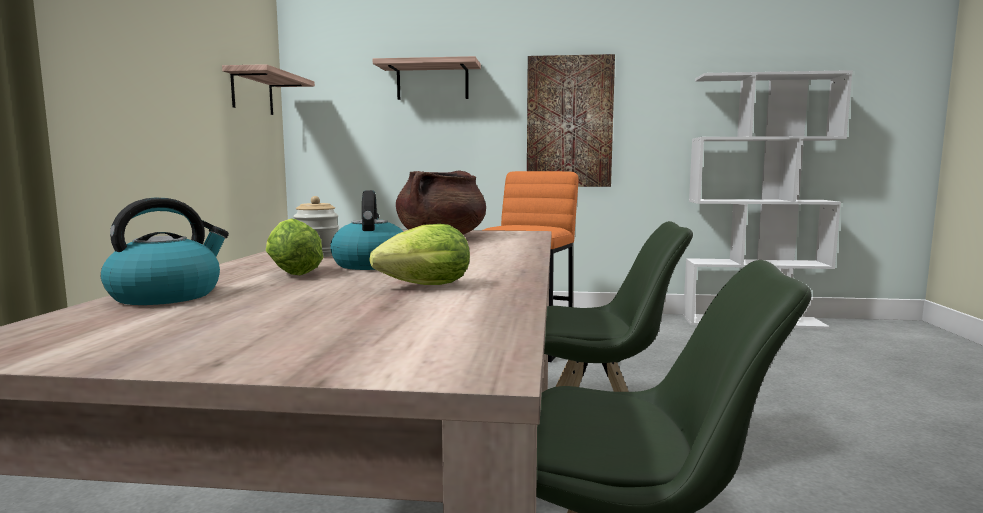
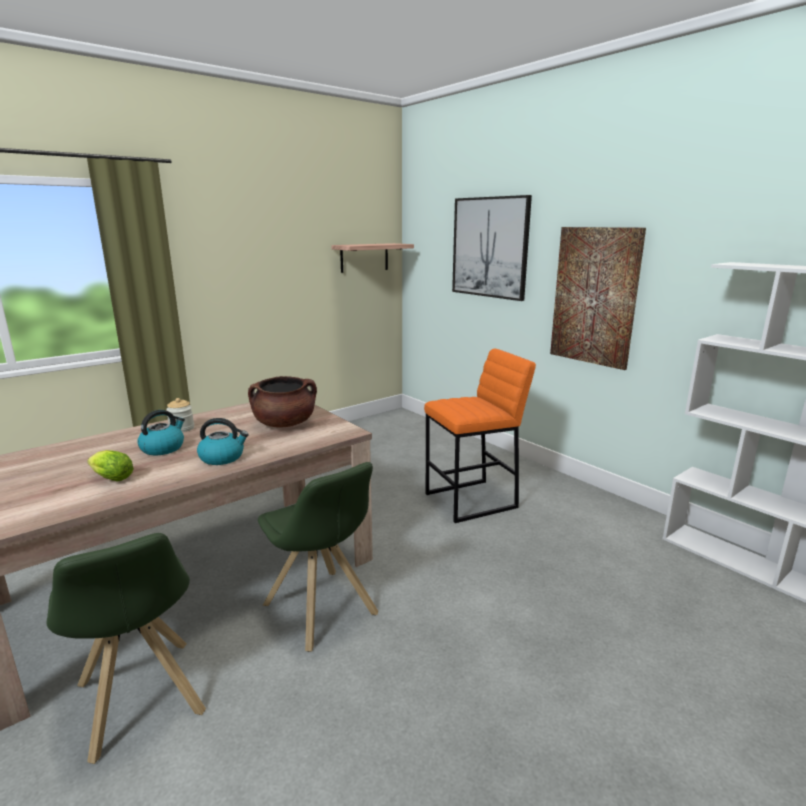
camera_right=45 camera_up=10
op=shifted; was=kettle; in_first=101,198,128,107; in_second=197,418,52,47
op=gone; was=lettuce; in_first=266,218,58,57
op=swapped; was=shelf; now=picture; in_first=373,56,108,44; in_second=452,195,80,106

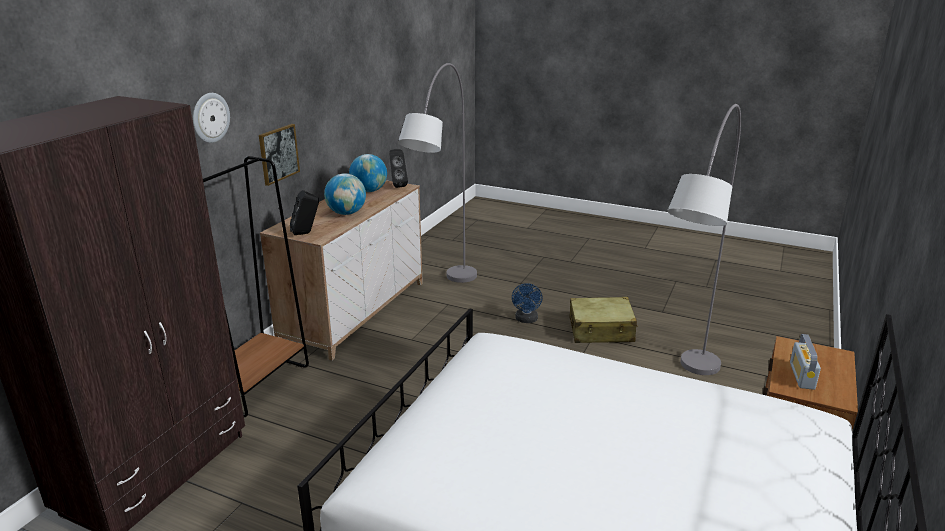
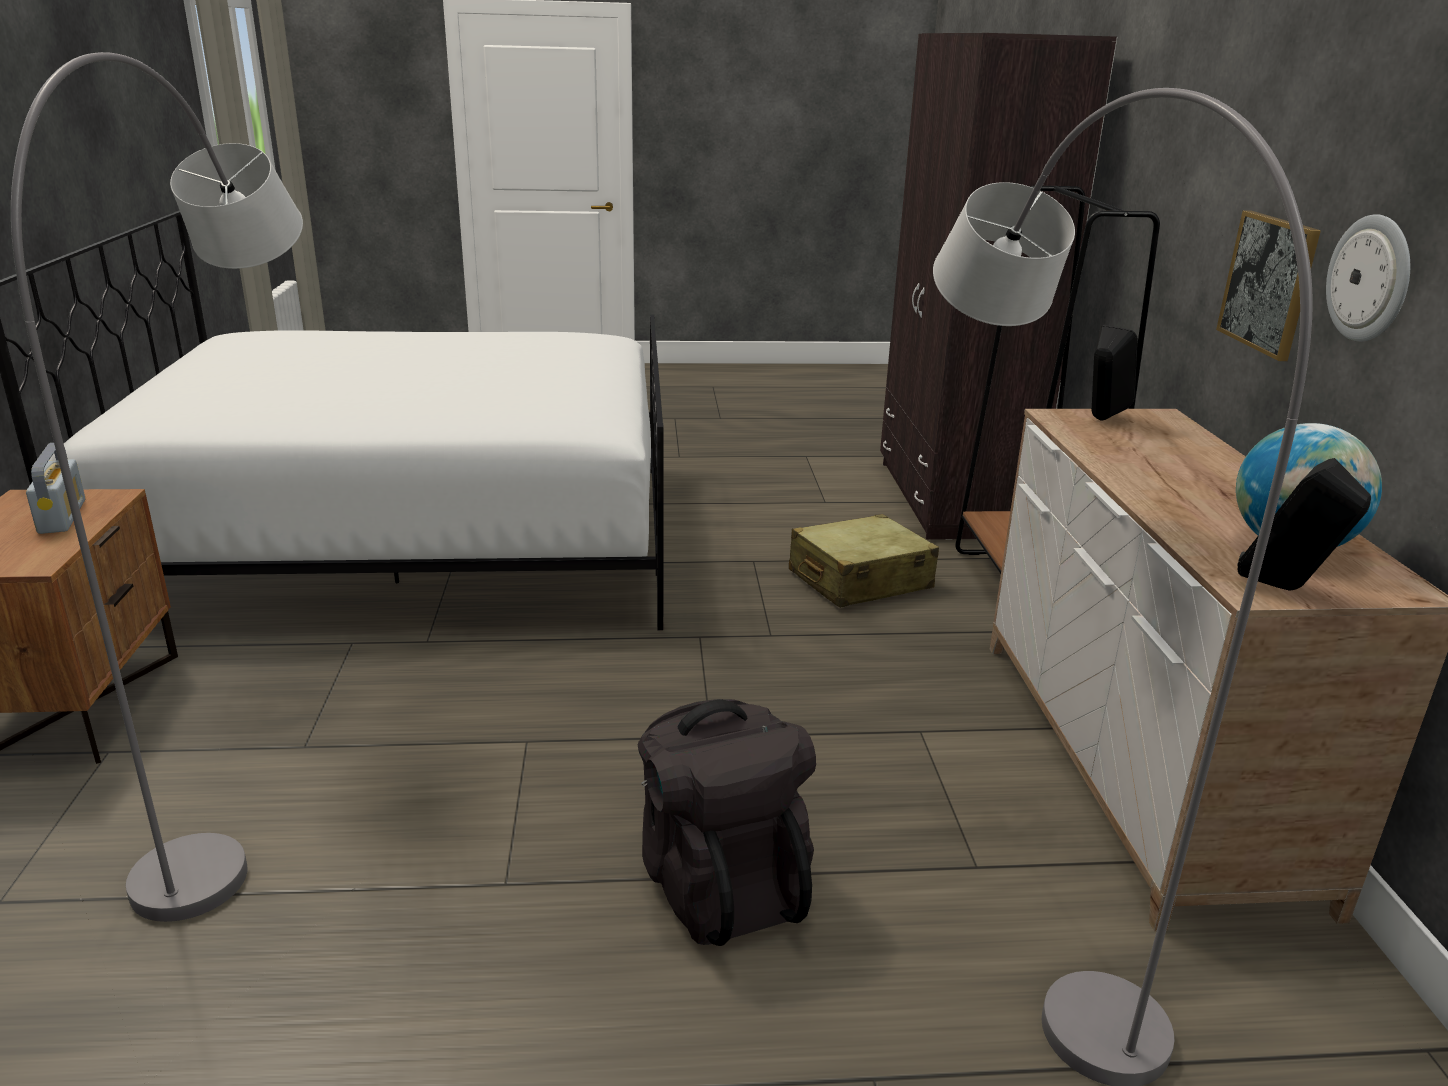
camera_right=150 camera_up=0
op=shifted; was=wall clock; in_first=193,93,37,50; in_second=1326,214,84,128
op=gone; was=globe; in_first=324,173,42,42
op=swapped; was=fan in blue; now=backpack in black; in_first=512,283,31,40; in_second=638,699,178,247
op=shifted; was=suitcase in beige; in_first=569,297,69,46; in_second=789,514,150,94

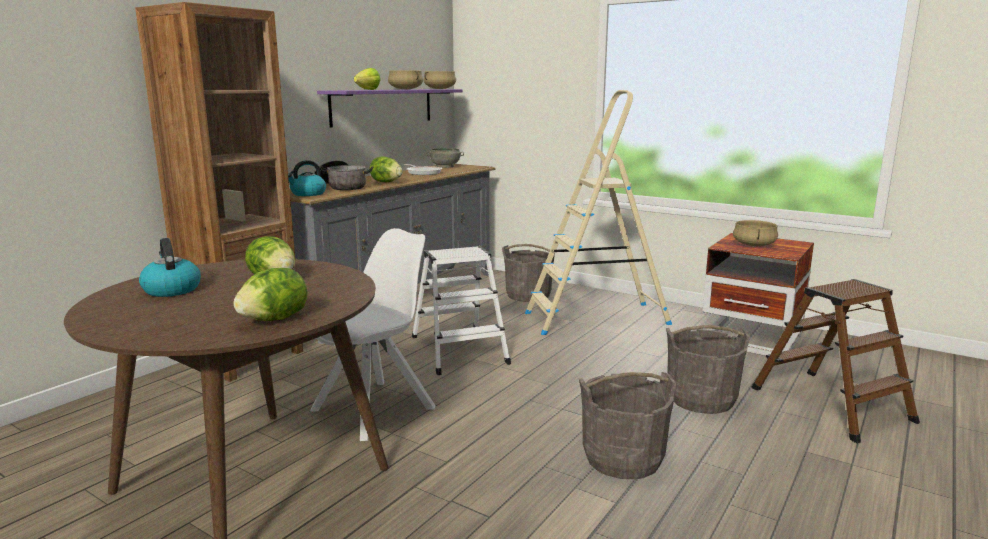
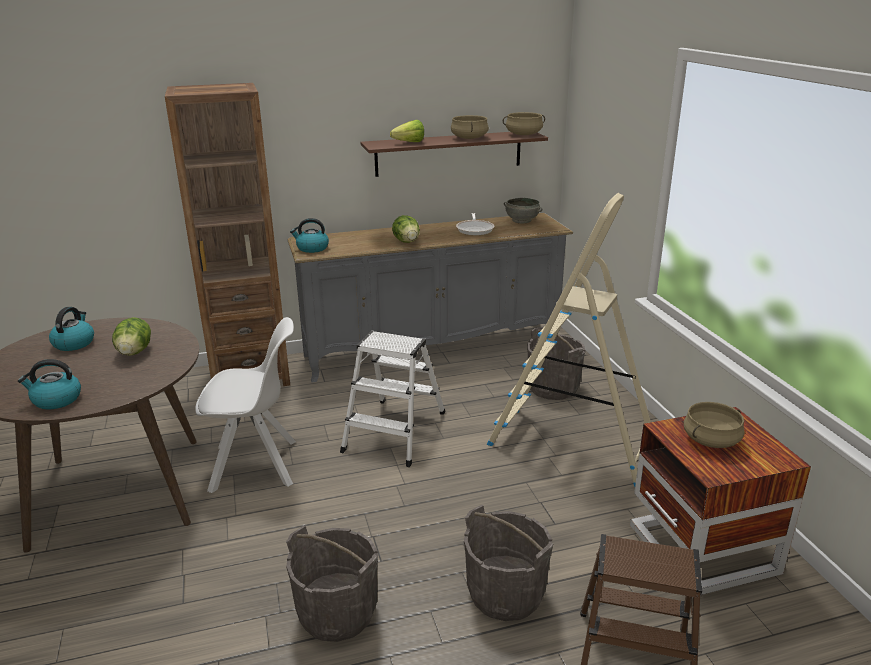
camera_right=40 camera_up=10
op=swapped; was=lettuce; now=kettle; in_first=234,268,74,53; in_second=18,359,63,51
op=gone; was=cooking pot; in_first=314,160,59,30
op=repainted; was=shelf in purple; now=shelf in brown; in_first=317,89,146,39; in_second=361,132,187,45

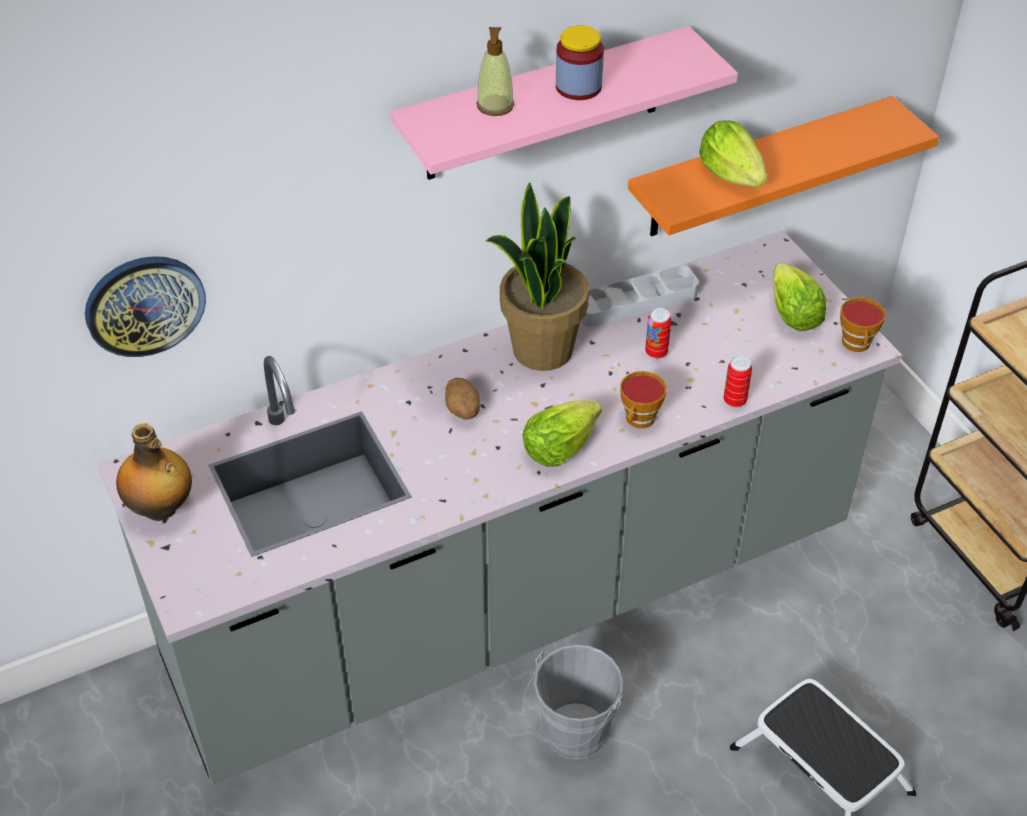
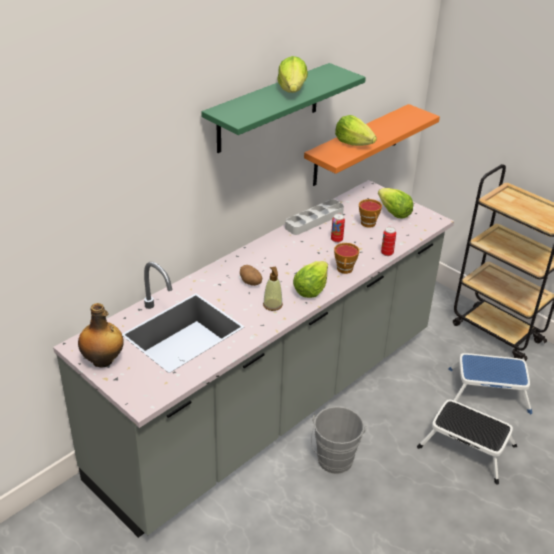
camera_right=-20 camera_up=-10
op=gone; was=wall clock; in_first=85,256,121,101
op=repainted; was=shelf in pink; now=shelf in green; in_first=390,26,348,154; in_second=201,63,165,90
op=shifted; was=soap dispenser; in_first=476,27,38,89; in_second=263,267,20,44
op=gone; was=potted plant; in_first=486,183,103,188
op=swapped; was=jar; now=lettuce; in_first=556,26,48,74; in_second=277,56,31,37
op=shifted; was=cup; in_first=840,297,46,55; in_second=359,199,23,29
op=new; now=step ladder in blue; in_second=448,353,84,61

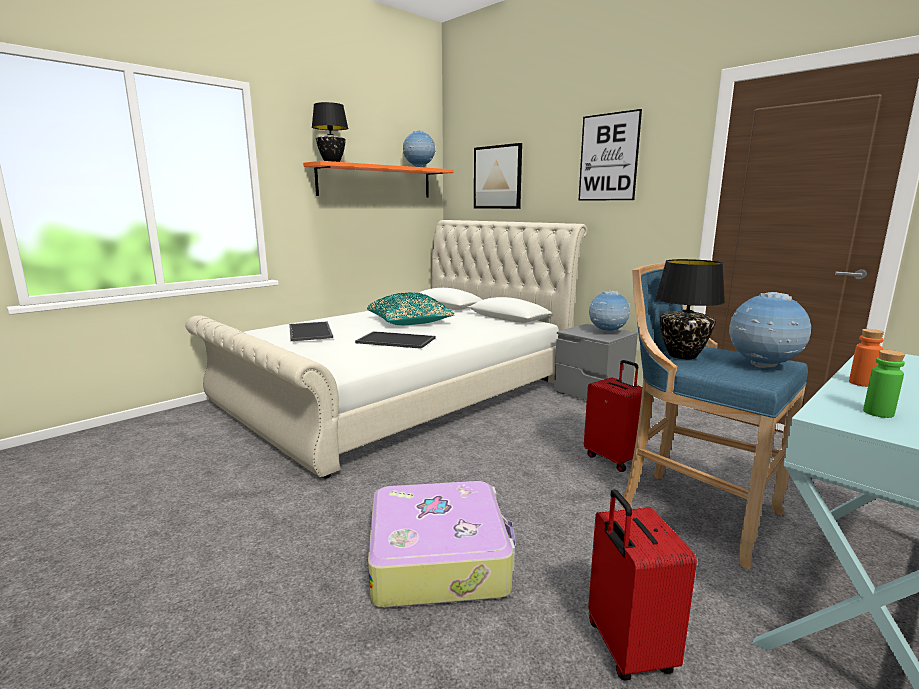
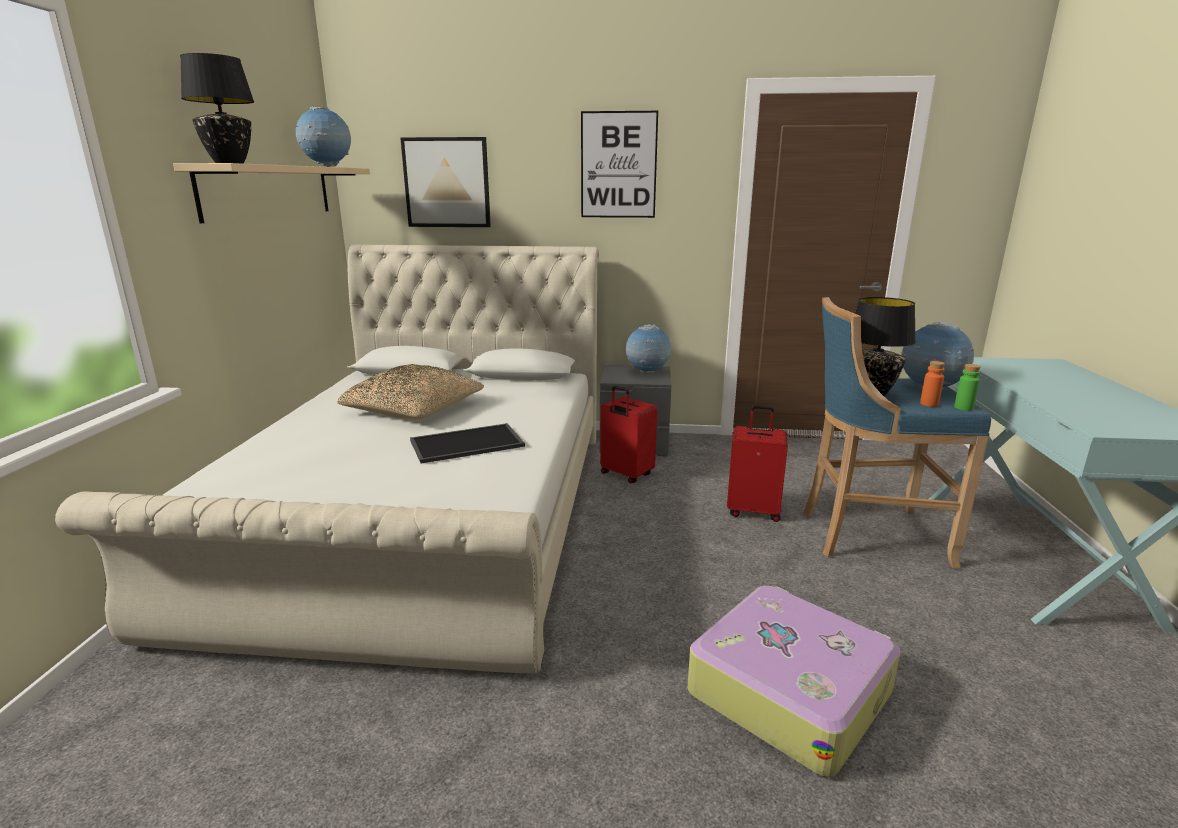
camera_right=-40 camera_up=5
op=gone; was=tray; in_first=289,322,44,19
op=repainted; was=shelf in orange; now=shelf in beige; in_first=303,161,151,36; in_second=173,163,197,60
op=repainted; was=pillow in turquoise; now=pillow in beige; in_first=367,293,87,32; in_second=337,364,147,55
op=shifted; was=suitcase in red; in_first=588,489,109,191; in_second=600,386,57,98
op=shifted; was=bottle in orange; in_first=849,329,35,58; in_second=920,361,25,46
op=shifted; was=bottle in green; in_first=863,350,42,68; in_second=954,364,27,47

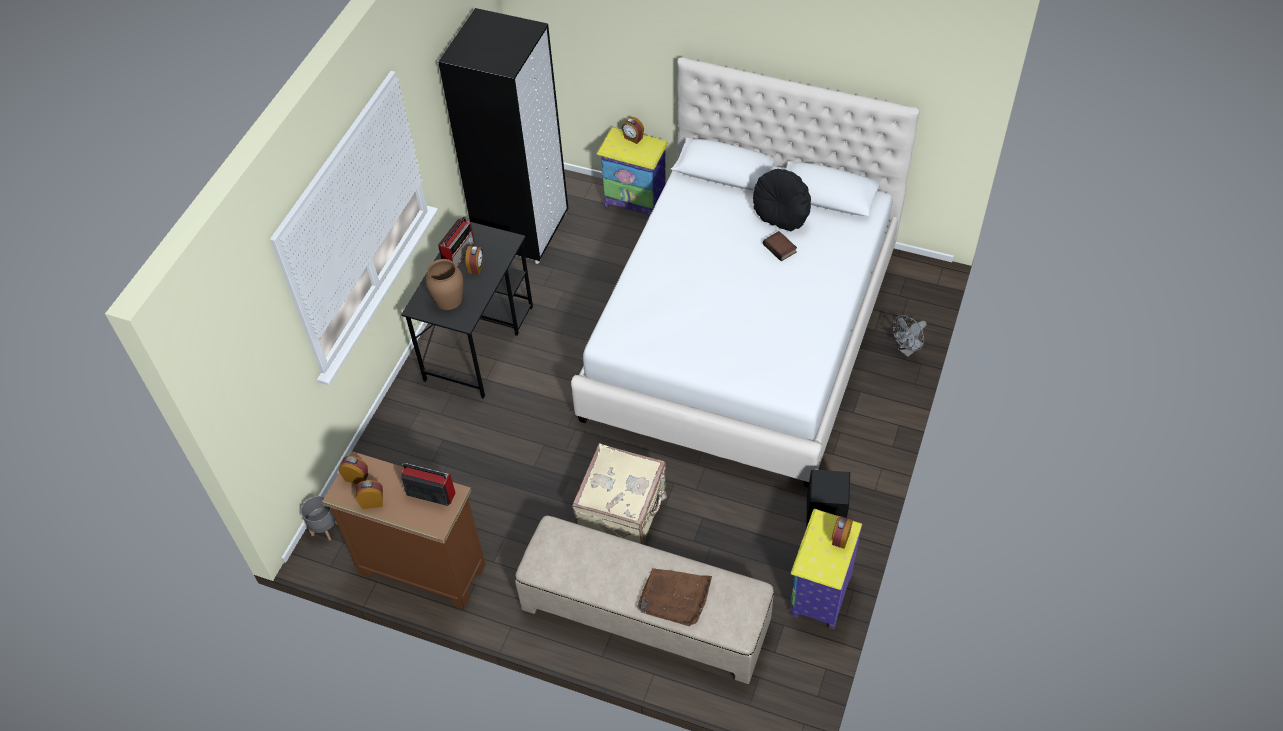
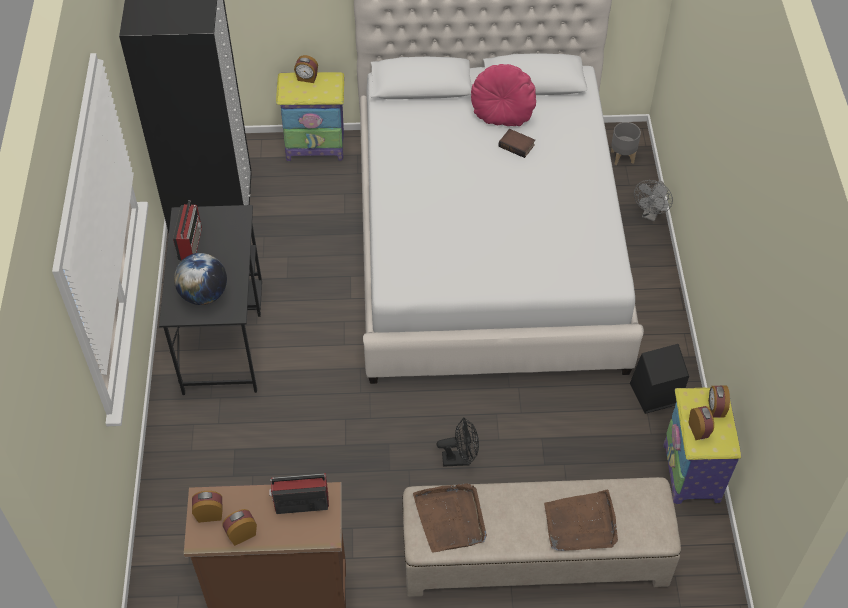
camera_right=-25 camera_up=0
op=shifted; was=planter in grey; in_first=301,496,37,45; in_second=611,122,30,43
op=swapped; was=vase in brown; now=globe; in_first=425,259,38,51; in_second=174,253,53,52
op=shifted; was=alarm clock; in_first=465,246,18,28; in_second=688,406,26,34
op=swapped; was=suitcase in beige; now=fan in black; in_first=572,444,95,101; in_second=437,418,42,49
op=repainted; was=pillow in black; now=pillow in pink; in_first=753,169,58,62; in_second=471,64,65,62
op=new; now=tray in brown; in_second=413,483,74,70

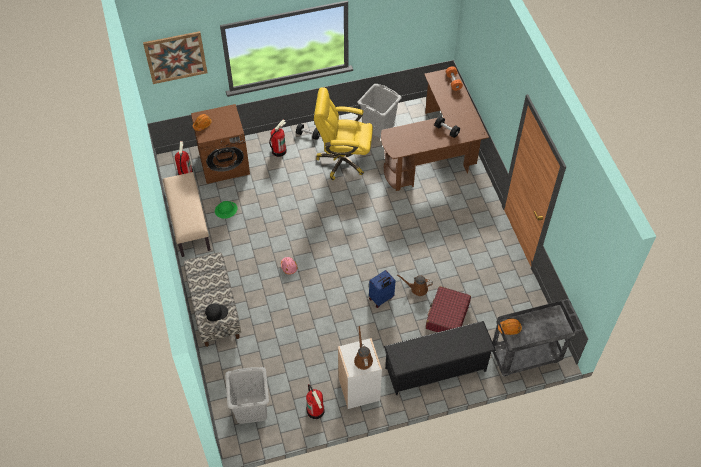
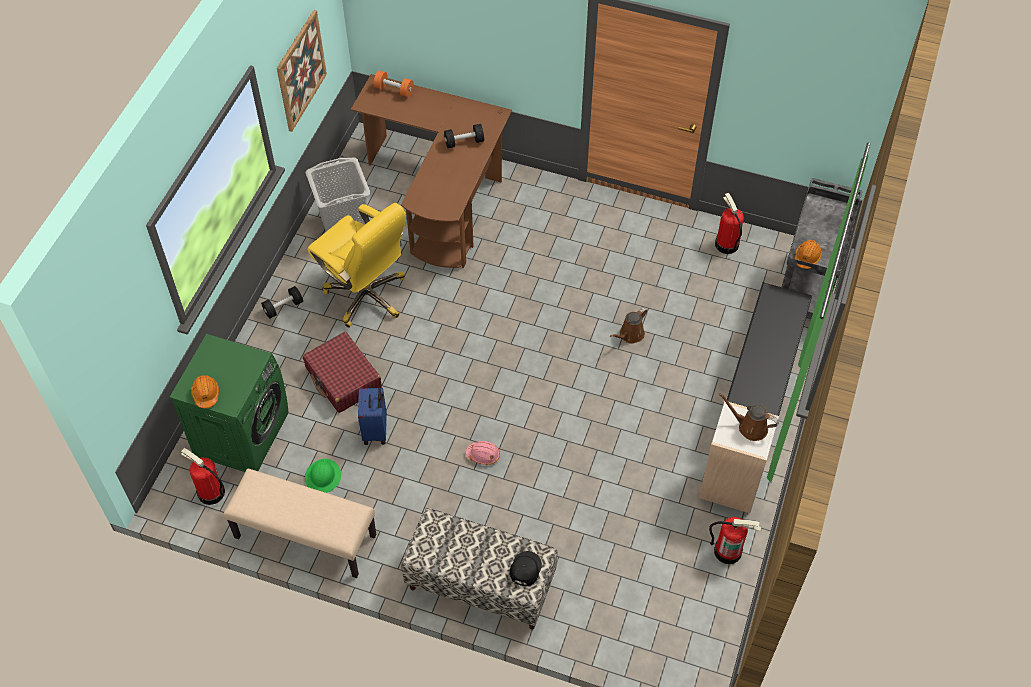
camera_right=-55 camera_up=0
op=shifted; was=picture; in_first=143,31,64,53; in_second=277,10,50,122
op=repainted; was=washing machine in brown; now=washing machine in green; in_first=191,104,59,80; in_second=170,334,119,138
op=gone; was=laundry basket in grey; in_first=225,367,44,57
op=shifted; was=fire extinguisher; in_first=269,119,18,38; in_second=715,193,29,61
op=rotated; was=office chair in yellow; in_first=314,87,59,93; in_second=307,203,99,125; clockwise=-90
op=shifted; was=suitcase in blue; in_first=369,270,27,38; in_second=358,387,29,58
op=shifted; was=suitcase in red; in_first=426,286,45,46; in_second=303,332,79,81

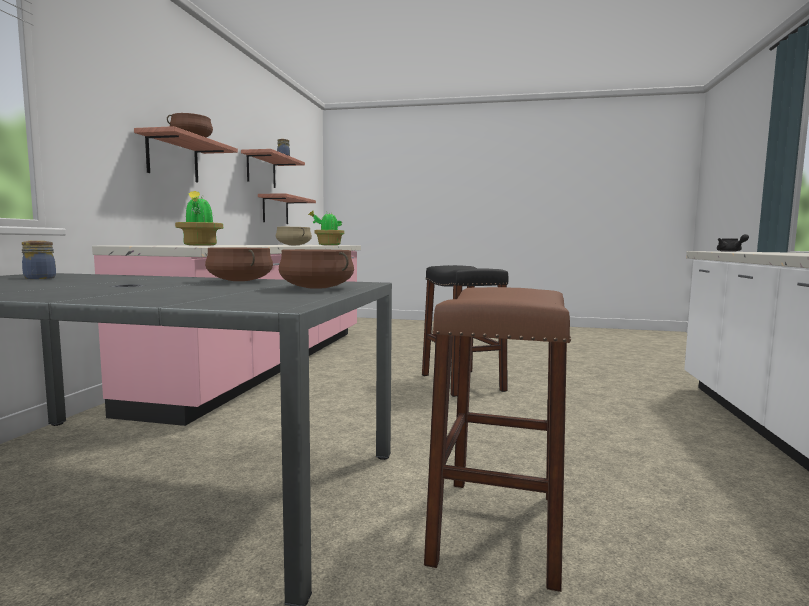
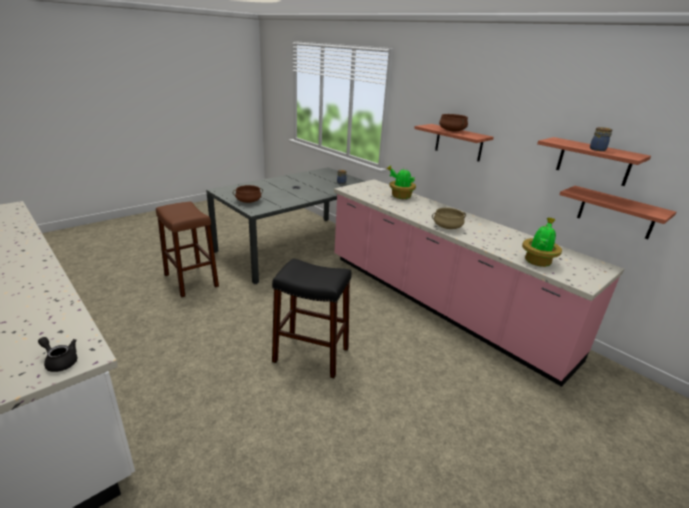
camera_right=125 camera_up=20
op=gone; was=cooking pot in brown; in_first=205,248,68,33

